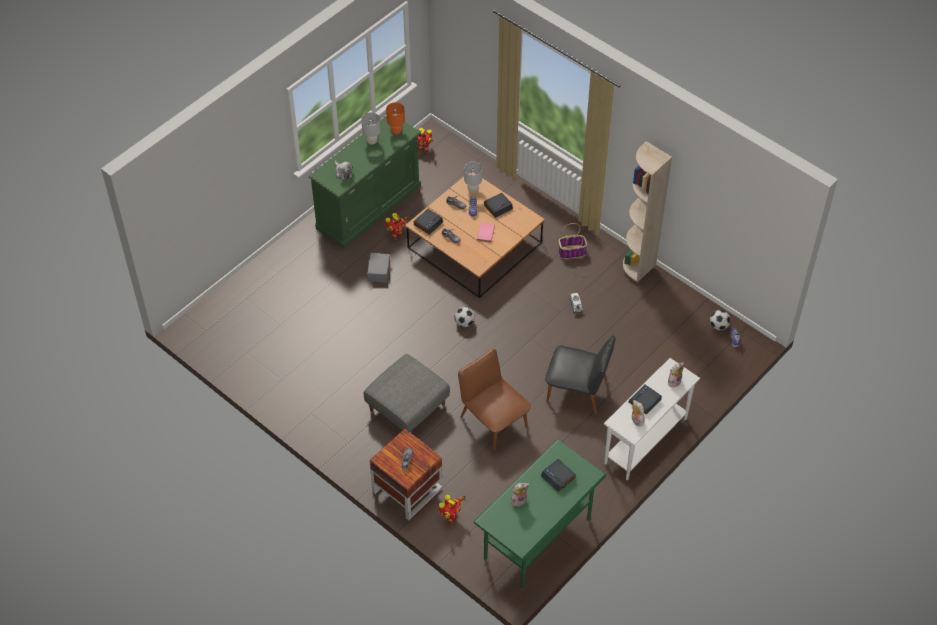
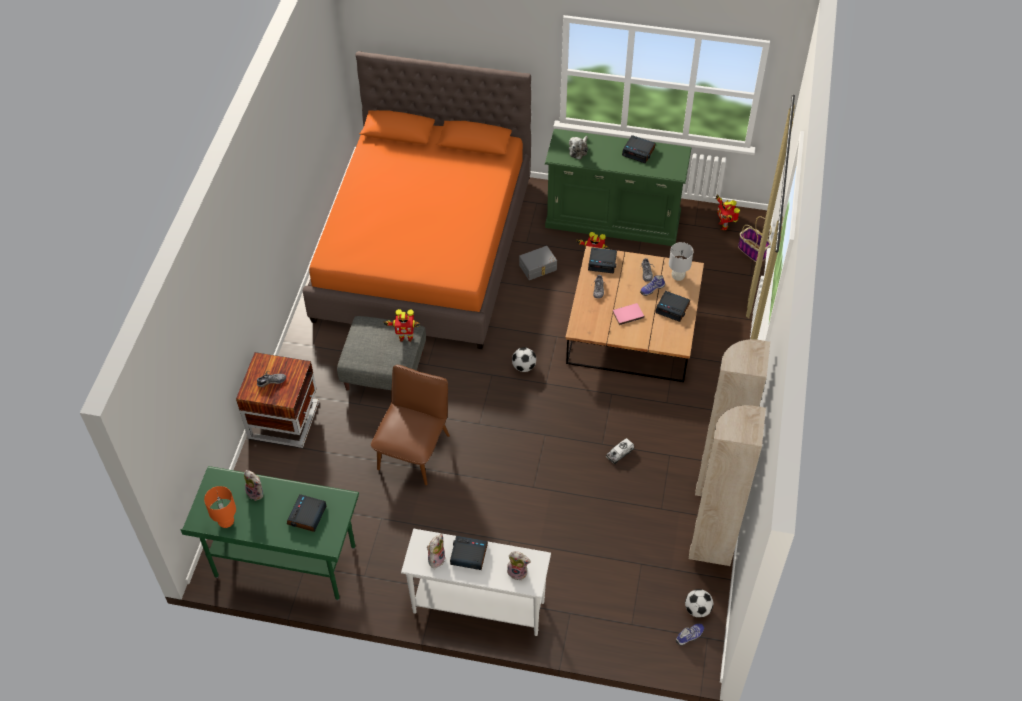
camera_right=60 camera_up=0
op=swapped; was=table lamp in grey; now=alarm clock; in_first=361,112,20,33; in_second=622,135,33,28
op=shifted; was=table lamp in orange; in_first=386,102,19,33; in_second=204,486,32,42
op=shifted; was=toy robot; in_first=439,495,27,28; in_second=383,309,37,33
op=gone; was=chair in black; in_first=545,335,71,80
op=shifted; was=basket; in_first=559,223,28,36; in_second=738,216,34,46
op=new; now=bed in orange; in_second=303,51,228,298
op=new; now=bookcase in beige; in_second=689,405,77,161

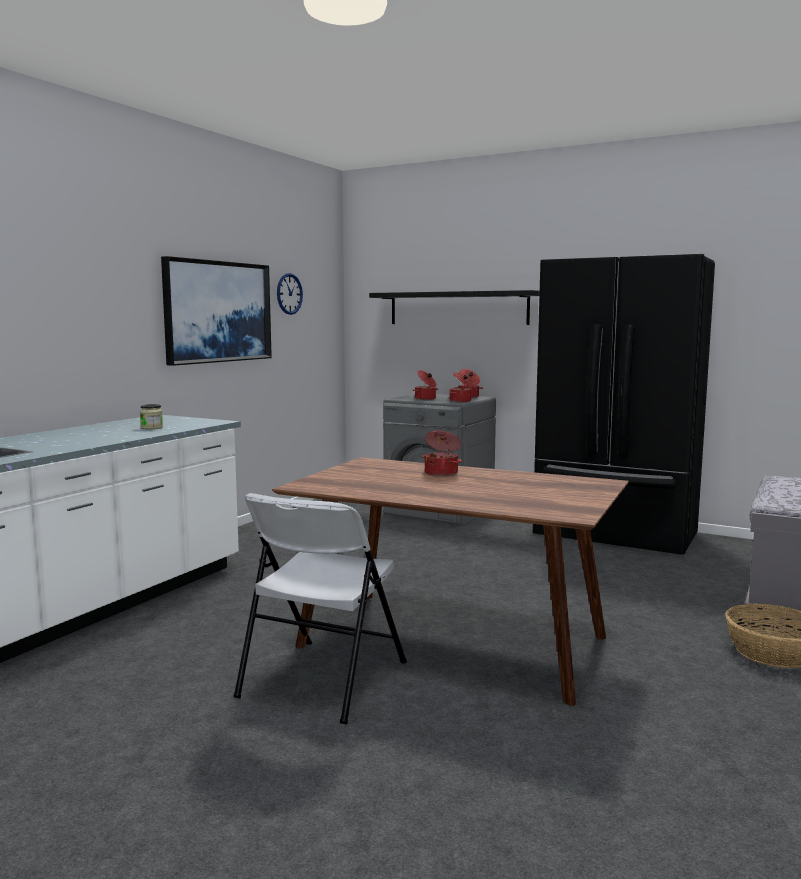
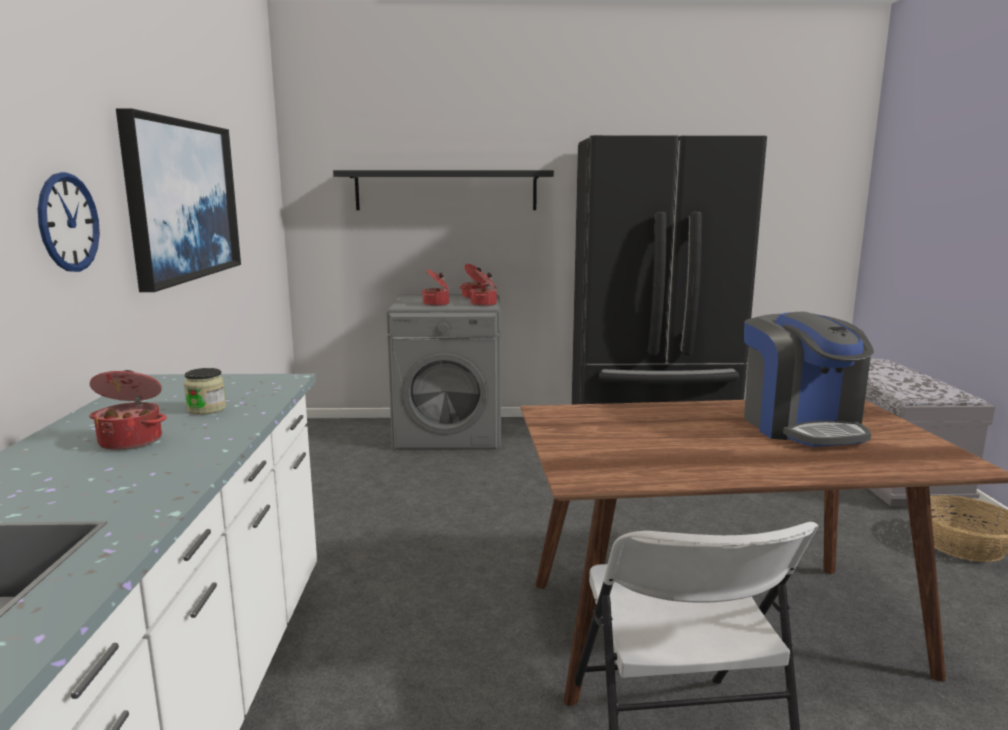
camera_right=-30 camera_up=5
op=shifted; was=wall clock; in_first=277,273,26,42; in_second=38,172,62,100
op=shifted; was=cooking pot; in_first=422,431,40,46; in_second=89,370,78,80
op=new; now=coffee machine; in_second=744,312,130,135

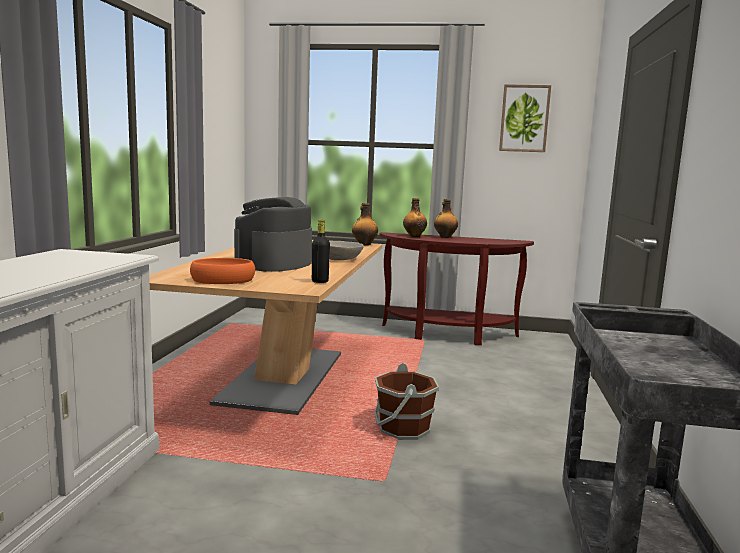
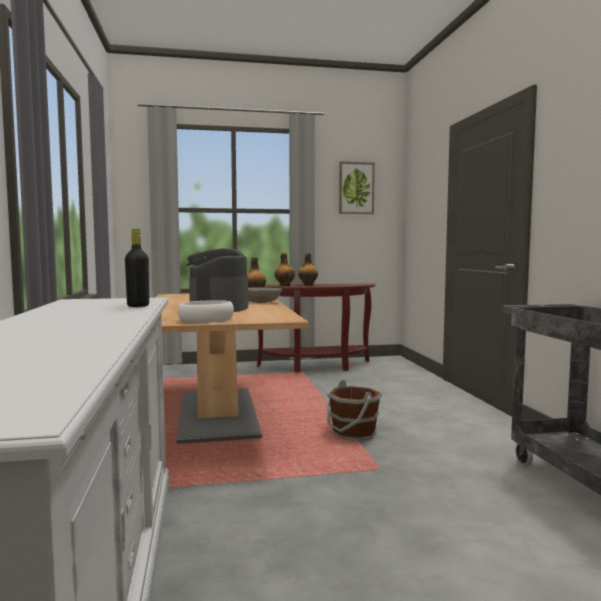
camera_right=-20 camera_up=-5
op=repainted; was=bowl in orange; now=bowl in white; in_first=190,258,65,26; in_second=178,300,56,23
op=shifted; was=bottle in black; in_first=312,220,18,63; in_second=125,229,24,78

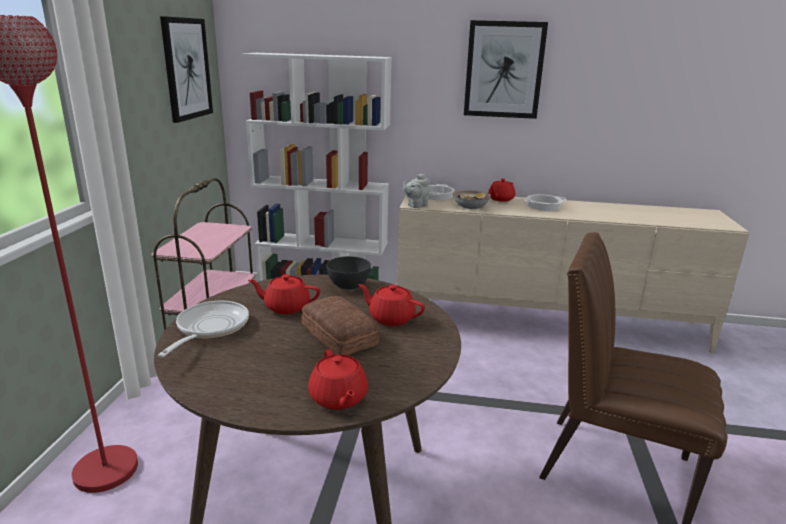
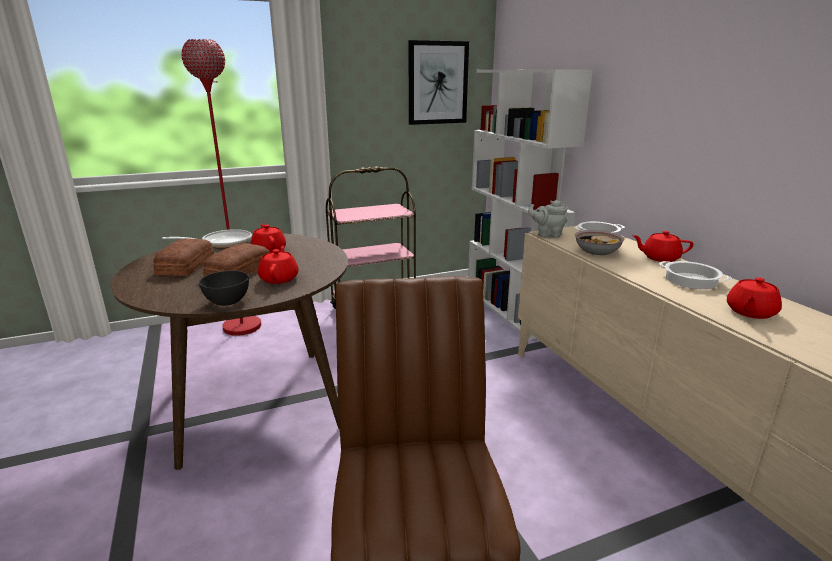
camera_right=60 camera_up=0
op=shifted; was=teapot in red; in_first=308,349,60,61; in_second=727,277,55,42
op=shifted; was=bowl in grey; in_first=326,256,45,34; in_second=199,271,50,35
op=gone; was=picture; in_first=464,20,84,99
op=new; now=bread; in_second=153,238,61,38

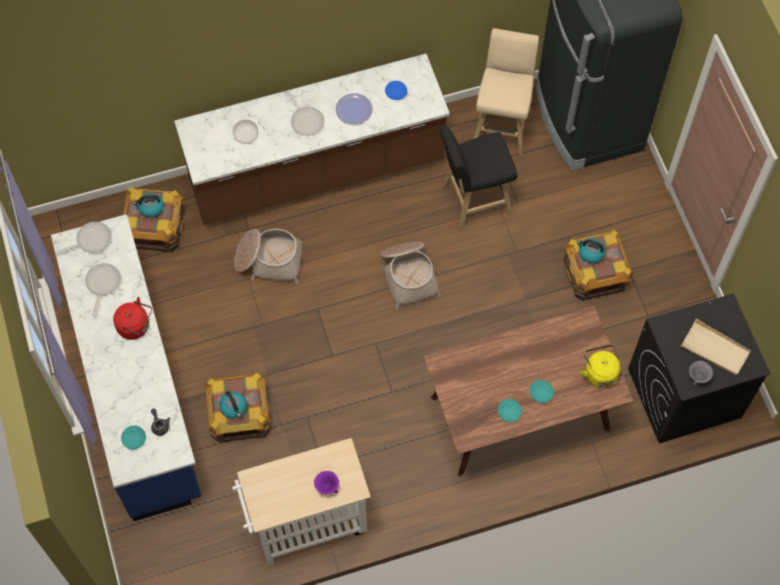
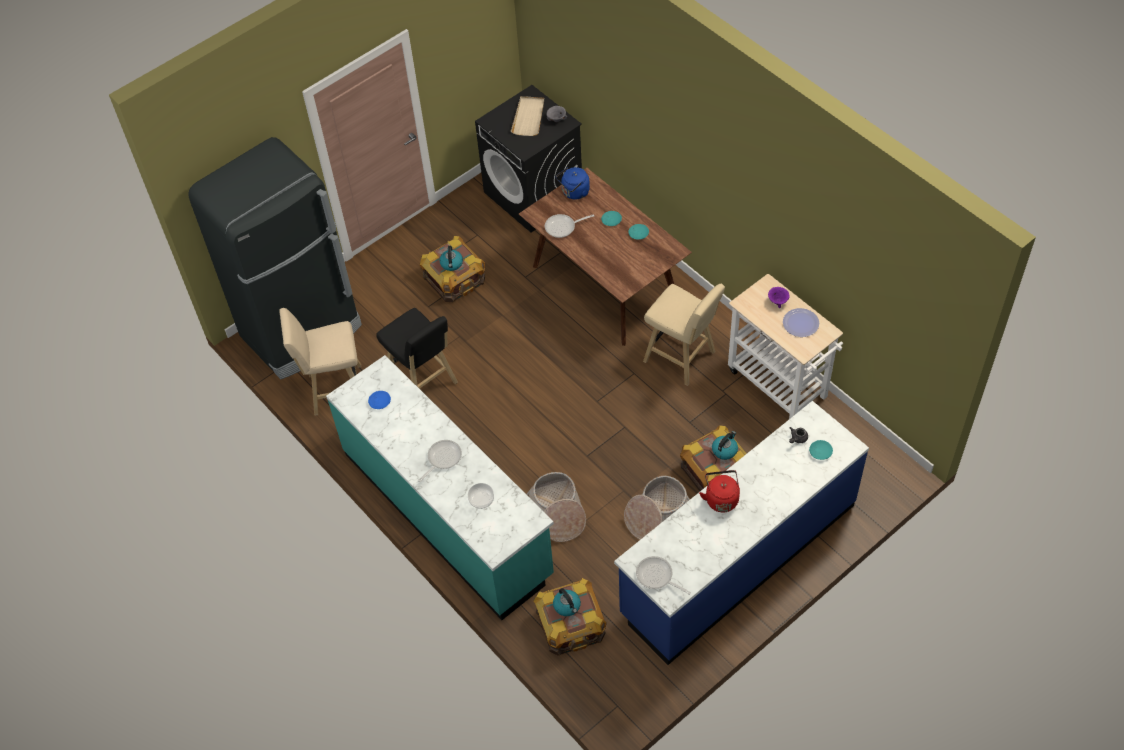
camera_right=-110 camera_up=-10
op=shifted; was=frying pan; in_first=85,263,36,53; in_second=545,214,49,24
op=repainted; was=counter in brown; now=counter in turquoise; in_first=174,54,276,171; in_second=326,355,228,265
op=shifted; was=plate; in_first=336,93,37,32; in_second=783,308,36,29
op=shifted; was=basket; in_first=381,242,60,67; in_second=624,476,66,64
op=repainted; was=kettle in yellow; now=kettle in blue; in_first=580,345,40,43; in_second=556,167,34,33
op=new; now=stool in beige; in_second=643,284,82,102

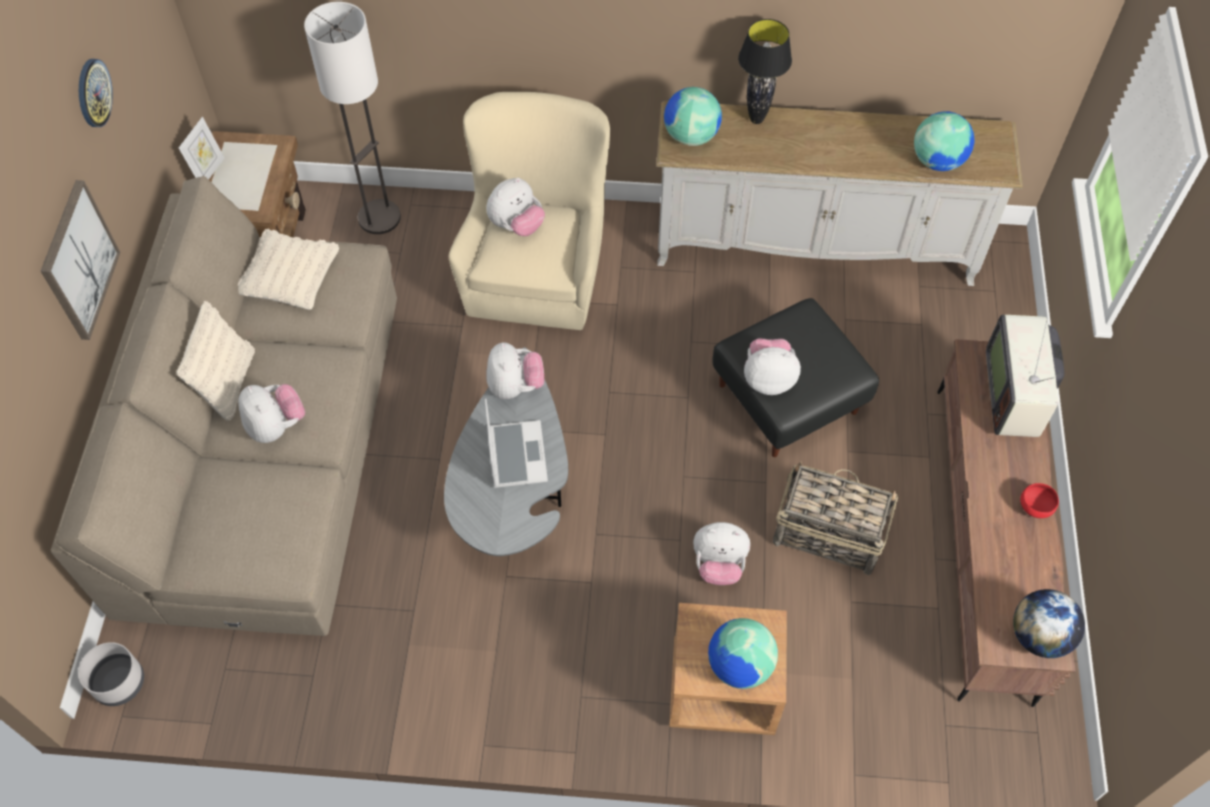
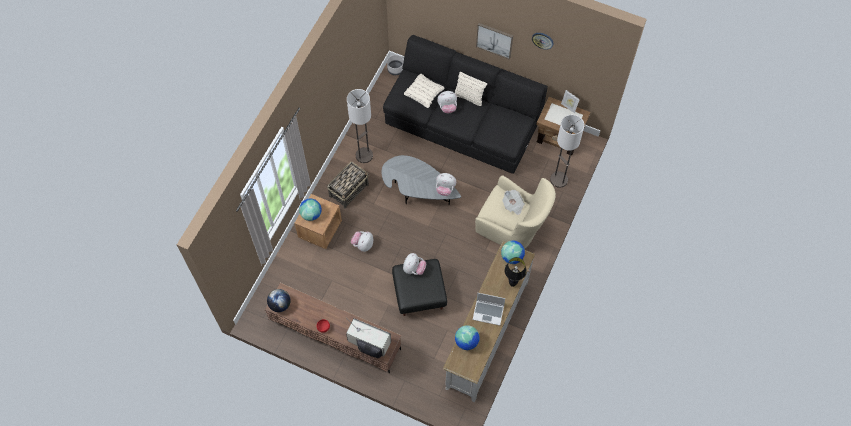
camera_right=110 camera_up=5
op=repainted; was=sofa in beige; now=sofa in black; in_first=51,176,346,460; in_second=383,35,165,139
op=shifted; was=pillow in beige; in_first=238,229,101,81; in_second=404,74,41,34
op=shifted; was=laptop; in_first=485,399,63,89; in_second=473,293,32,33
op=swapped; was=plush toy; now=newspaper; in_first=486,178,59,58; in_second=502,190,23,25
op=shifted; was=basket; in_first=773,461,125,114; in_second=327,161,42,47
op=new; now=floor lamp; in_second=347,89,26,74

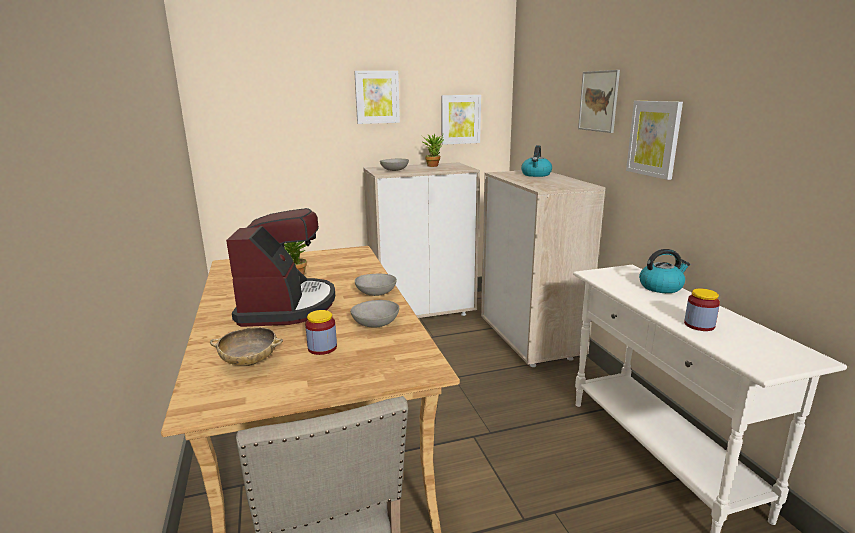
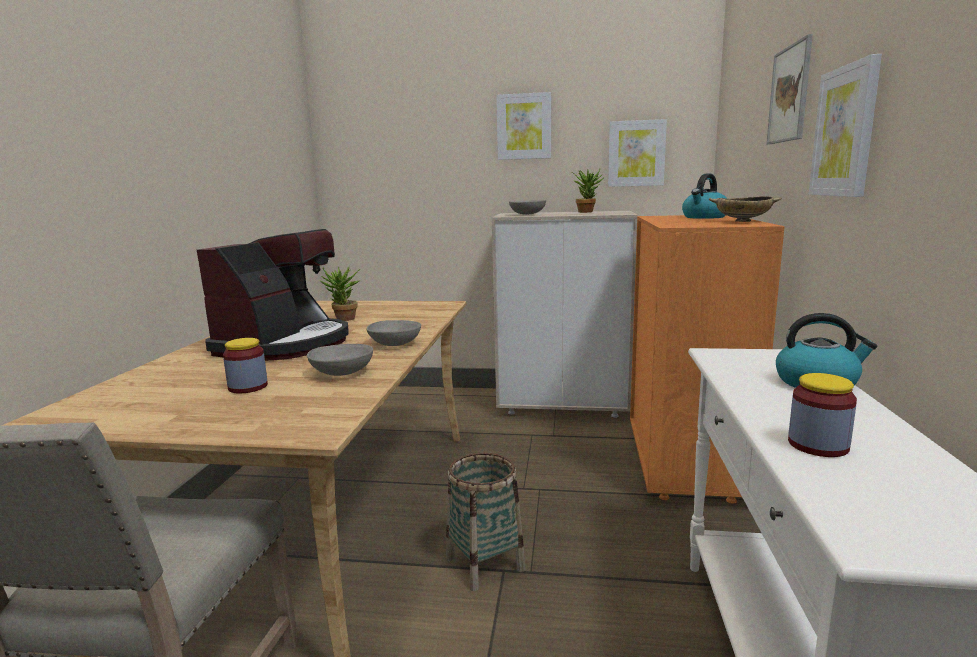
camera_right=25 camera_up=-5
op=shifted; was=bowl in beige; in_first=210,327,73,39; in_second=709,196,73,26
op=repainted; was=cabinet in beige; now=cabinet in orange; in_first=481,170,124,197; in_second=630,215,155,288
op=new; now=basket; in_second=446,453,80,138

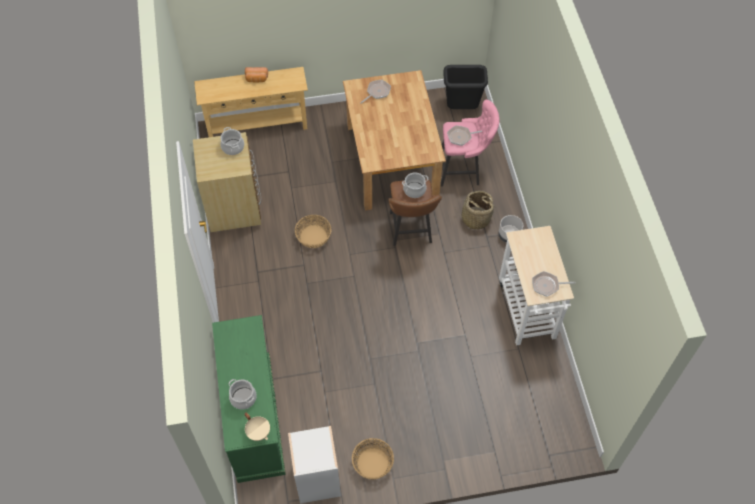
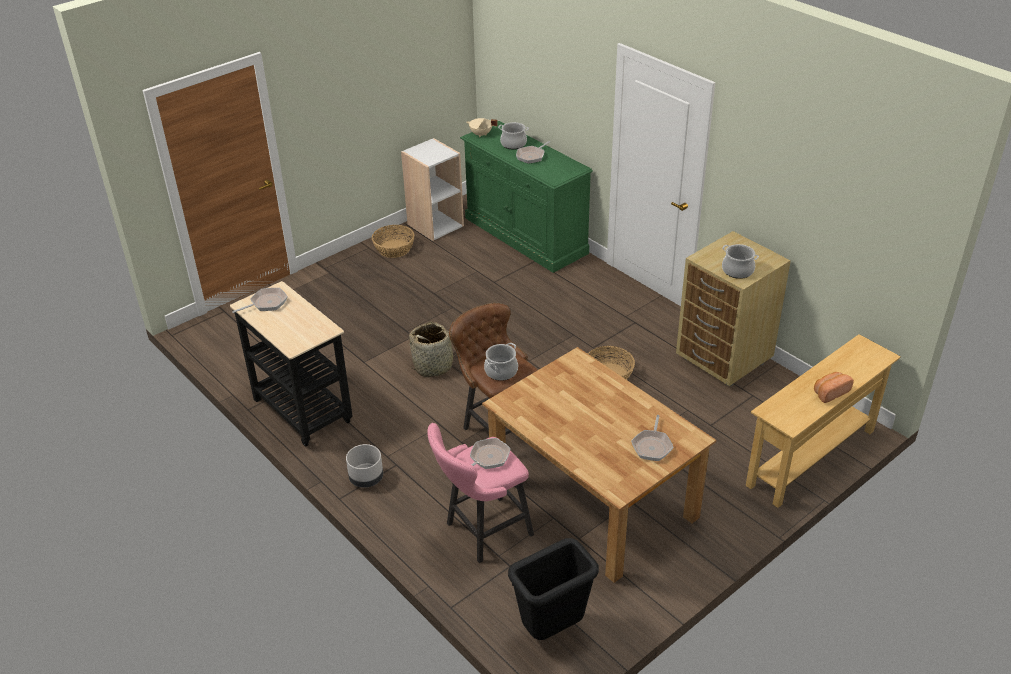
camera_right=150 camera_up=-20
op=shifted; was=basket; in_first=455,191,40,39; in_second=408,322,47,55
op=repainted; was=cart in white; now=cart in black; in_first=499,226,75,119; in_second=230,281,123,165
op=new; now=frying pan; in_second=516,141,34,23

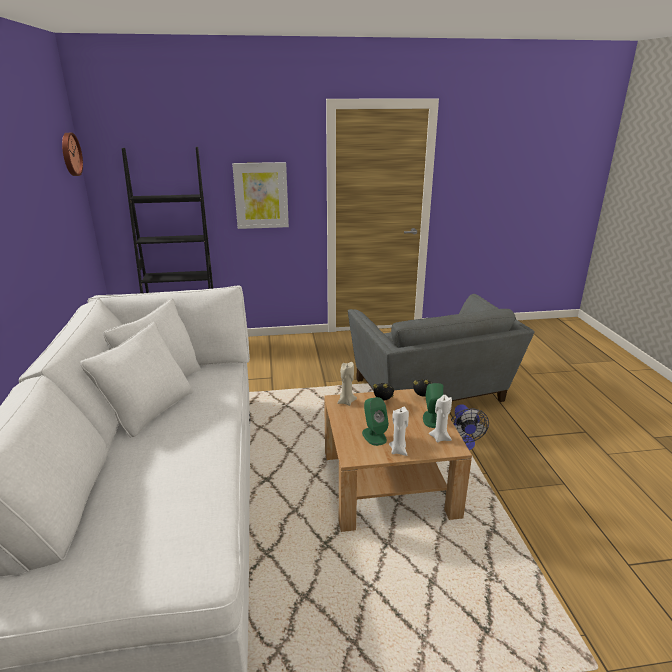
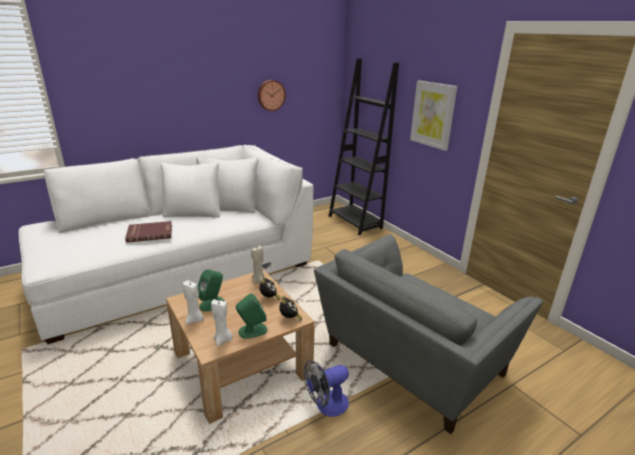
camera_right=65 camera_up=0
op=shifted; was=wall clock; in_first=62,133,21,43; in_second=258,80,28,31
op=new; now=book in red; in_second=125,221,47,22

